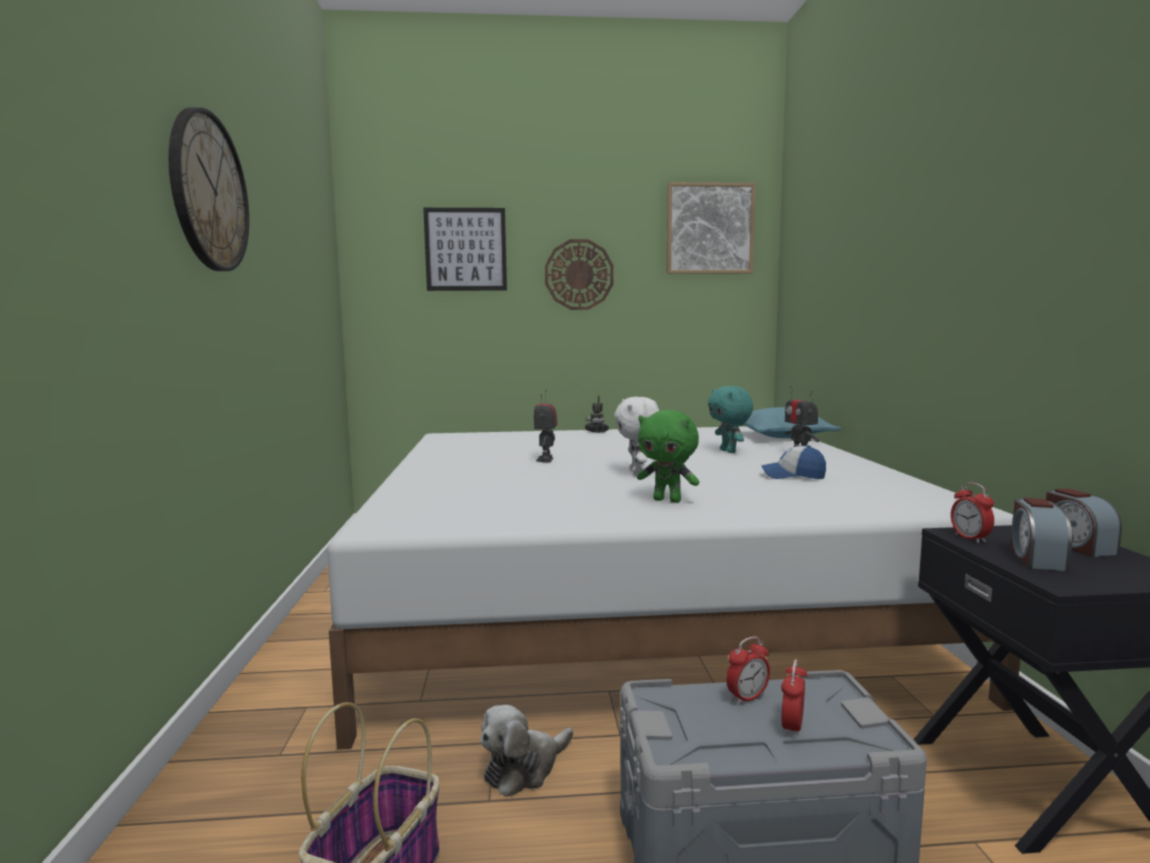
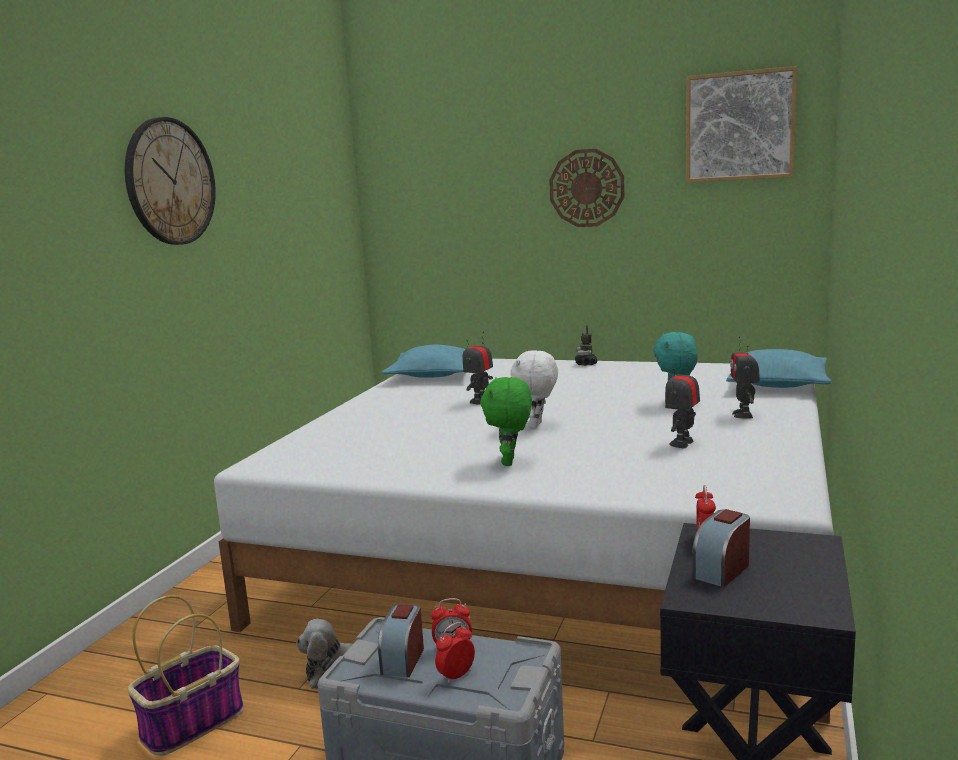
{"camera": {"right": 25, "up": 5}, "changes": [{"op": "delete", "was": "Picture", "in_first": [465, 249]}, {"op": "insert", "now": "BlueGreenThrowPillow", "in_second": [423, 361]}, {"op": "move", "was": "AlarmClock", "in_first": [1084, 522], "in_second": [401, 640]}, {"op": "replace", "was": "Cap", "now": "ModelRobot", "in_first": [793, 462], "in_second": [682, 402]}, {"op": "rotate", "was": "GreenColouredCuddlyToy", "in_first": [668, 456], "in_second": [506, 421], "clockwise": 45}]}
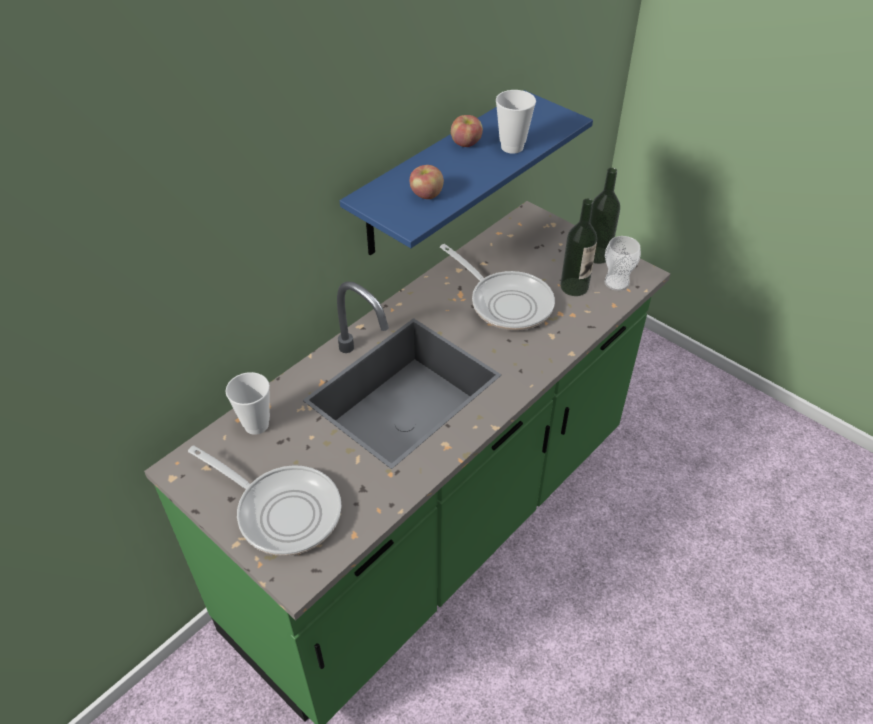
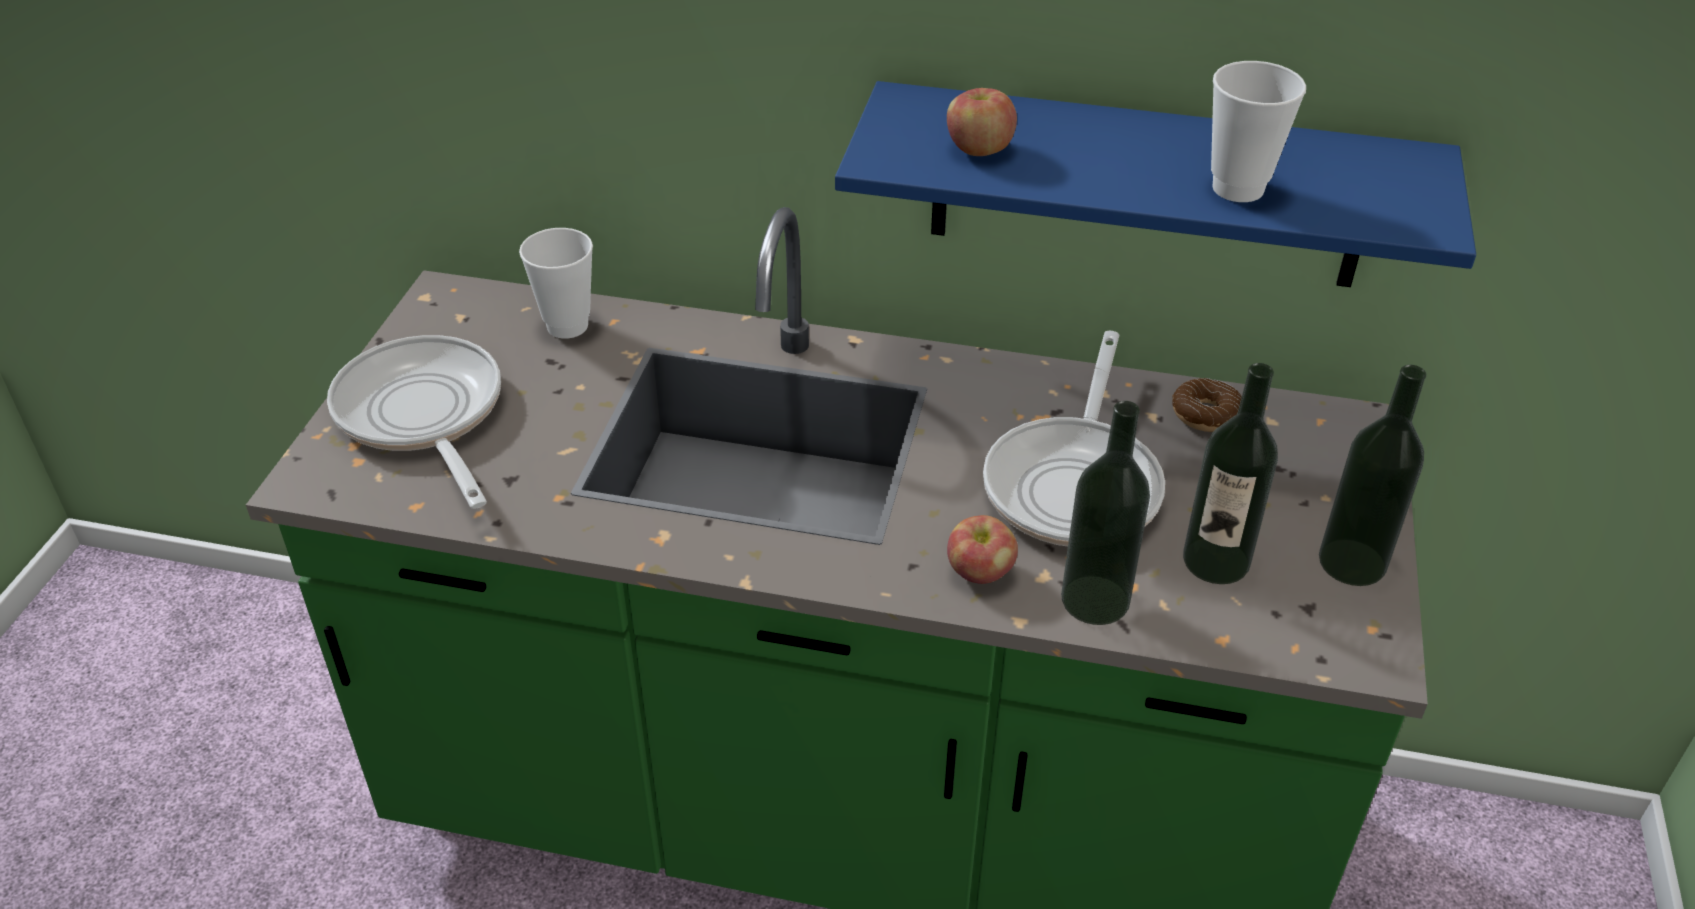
{"camera": {"right": 60, "up": -5}, "changes": [{"op": "delete", "was": "SmallCup", "in_first": [623, 263]}, {"op": "insert", "now": "BeverageBottle", "in_second": [1105, 513]}, {"op": "insert", "now": "Doughnut", "in_second": [1207, 405]}, {"op": "move", "was": "WholeApple", "in_first": [467, 131], "in_second": [982, 549]}, {"op": "rotate", "was": "Skillet", "in_first": [264, 500], "in_second": [414, 422], "clockwise": 150}]}
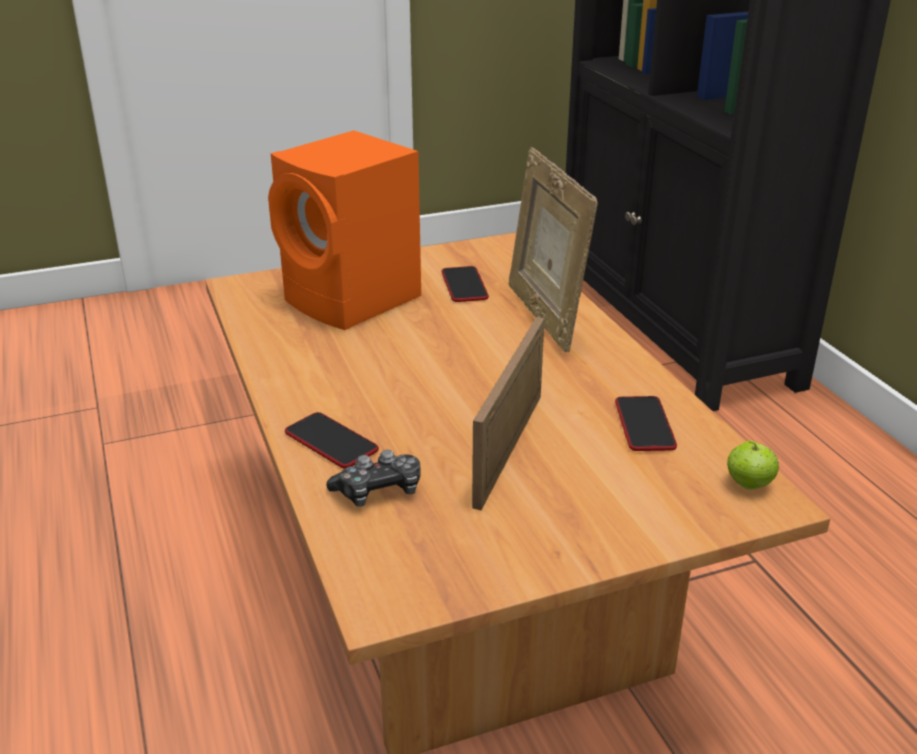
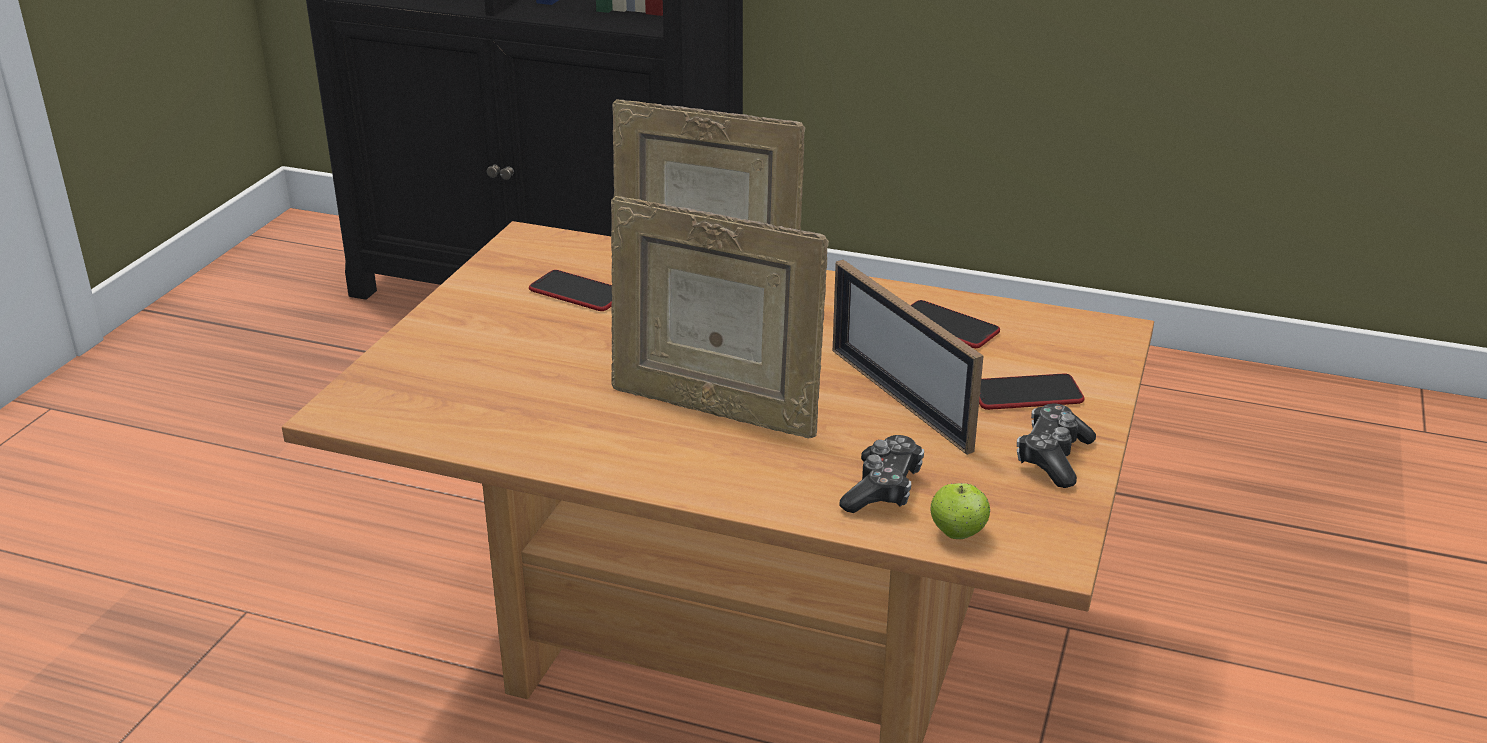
{"camera": {"right": -50, "up": 0}, "changes": [{"op": "delete", "was": "OrangeyLoudspeaker", "in_first": [344, 230]}, {"op": "insert", "now": "StandingFrame", "in_second": [720, 317]}, {"op": "insert", "now": "Joypad", "in_second": [1056, 446]}, {"op": "move", "was": "Phone", "in_first": [332, 440], "in_second": [1031, 391]}, {"op": "move", "was": "WholeApple", "in_first": [753, 465], "in_second": [960, 511]}]}
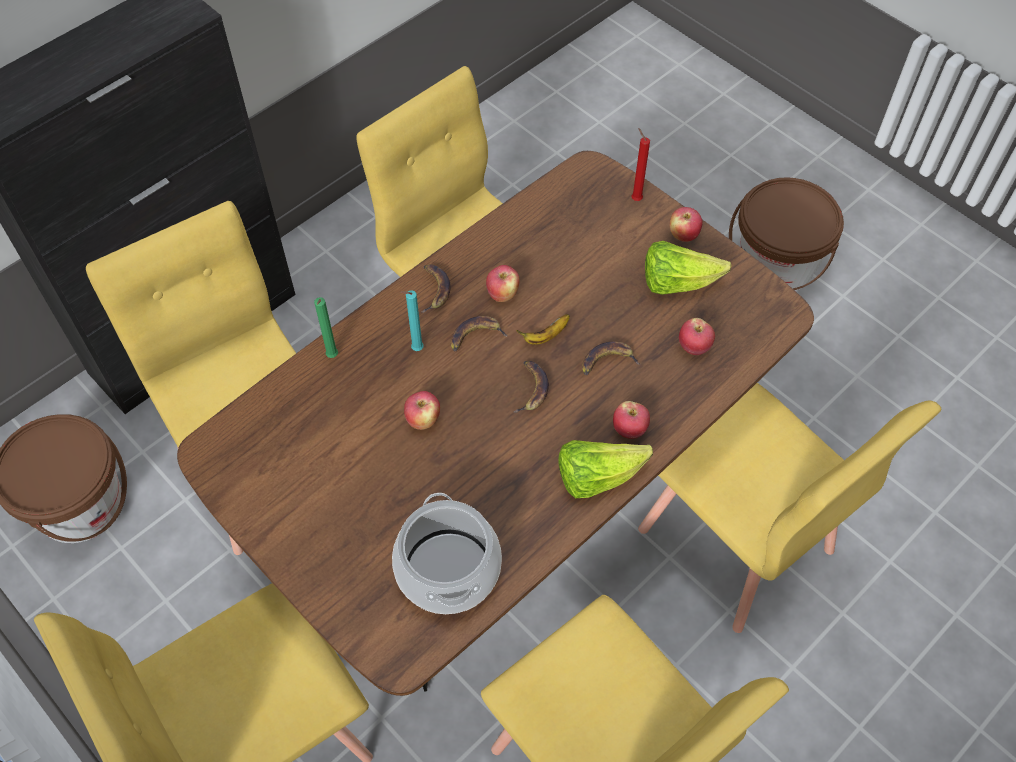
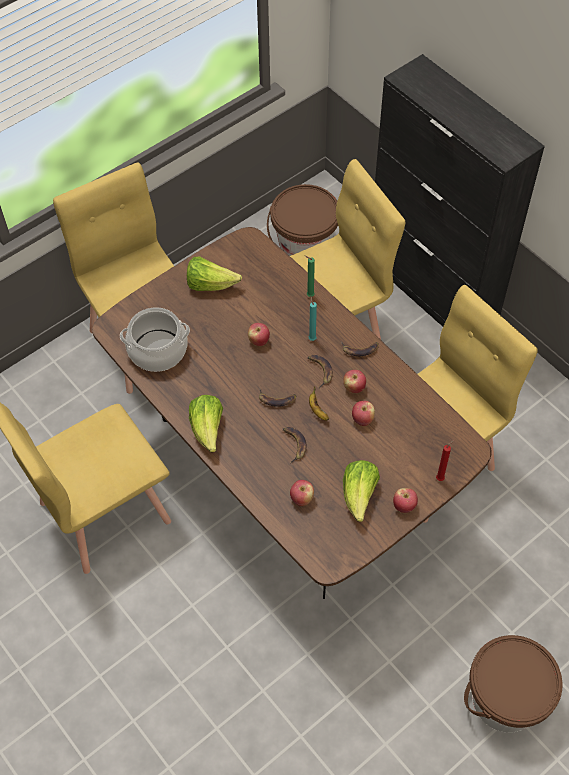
{"camera": {"right": 95, "up": 0}, "changes": [{"op": "delete", "was": "YellowColouredChair", "in_first": [789, 508]}, {"op": "insert", "now": "Lettuce", "in_second": [214, 273]}, {"op": "move", "was": "WholeApple", "in_first": [631, 420], "in_second": [363, 413]}]}
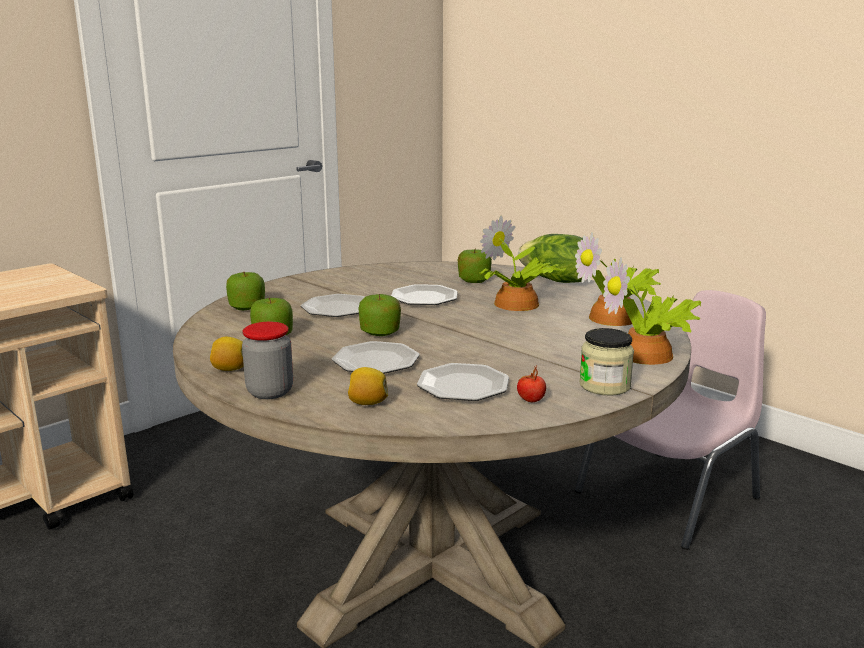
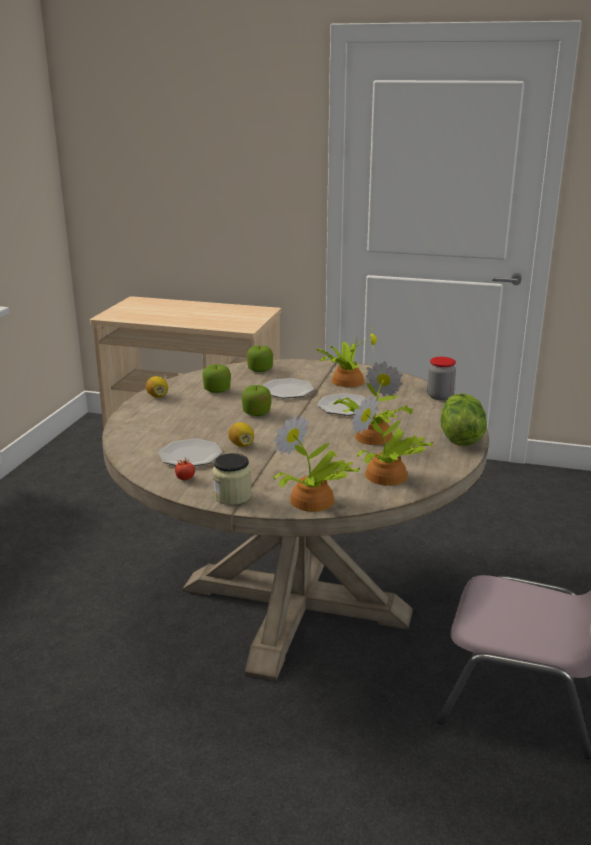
{"camera": {"right": 60, "up": 5}, "changes": [{"op": "delete", "was": "FlatDish", "in_first": [376, 357]}, {"op": "delete", "was": "WholeApple", "in_first": [475, 266]}, {"op": "insert", "now": "PlantInAPot", "in_second": [346, 355]}, {"op": "move", "was": "StorageJar", "in_first": [267, 360], "in_second": [441, 378]}, {"op": "move", "was": "Lemon", "in_first": [368, 386], "in_second": [241, 434]}]}
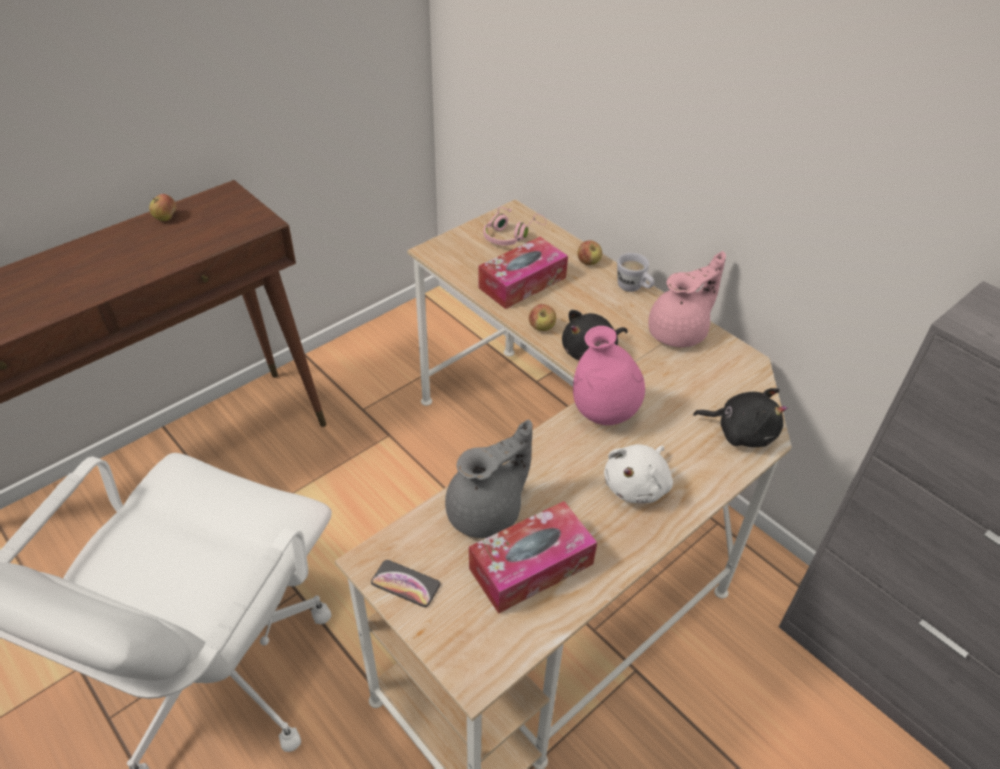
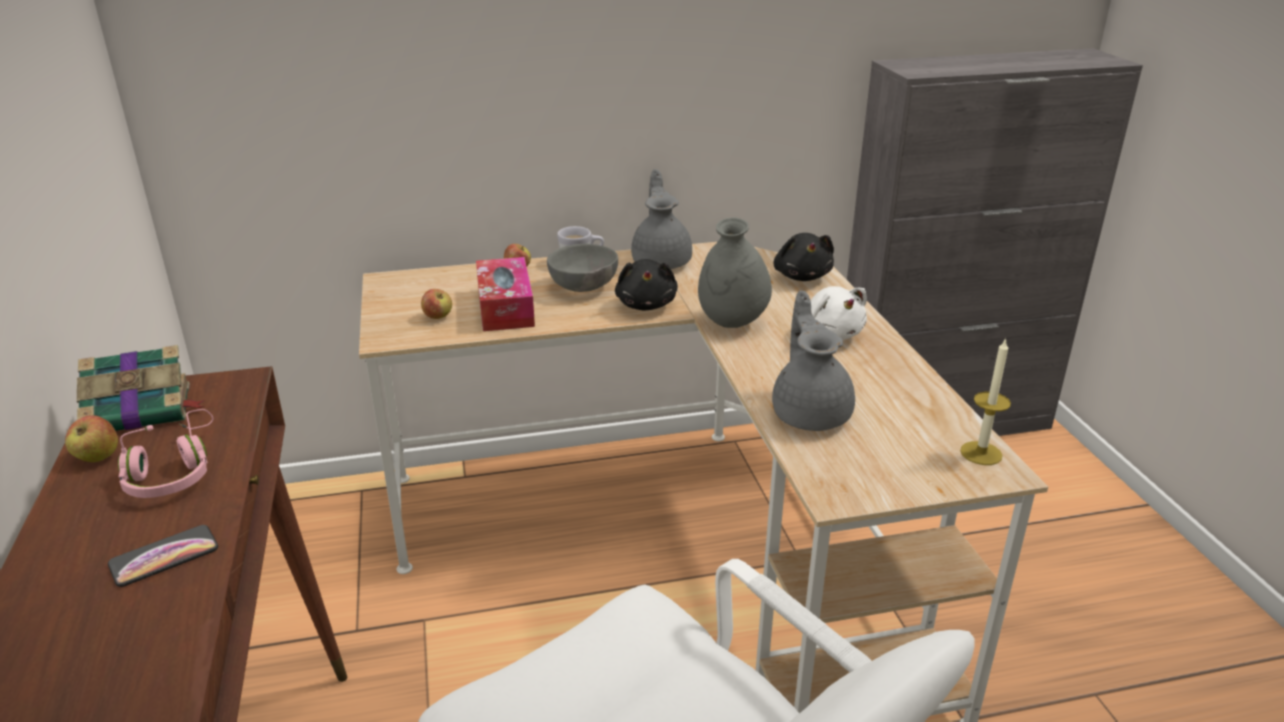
{"camera": {"right": -60, "up": -15}, "changes": [{"op": "delete", "was": "TissueHolder", "in_first": [533, 557]}, {"op": "insert", "now": "BoundBook", "in_second": [141, 388]}, {"op": "insert", "now": "GreyServingBowl", "in_second": [582, 268]}, {"op": "insert", "now": "WaxLight", "in_second": [985, 401]}, {"op": "move", "was": "Phone", "in_first": [405, 583], "in_second": [163, 556]}, {"op": "move", "was": "PinkColouredHeadset", "in_first": [515, 226], "in_second": [165, 453]}, {"op": "move", "was": "WholeApple", "in_first": [542, 317], "in_second": [436, 304]}, {"op": "recolor", "was": "PinkColouredDecorativeVase", "now": "GreyDecorativeVase", "in_first": [609, 375], "in_second": [735, 273]}, {"op": "recolor", "was": "PinkColouredPotForTea", "now": "GreyPotForTea", "in_first": [687, 299], "in_second": [661, 219]}, {"op": "rotate", "was": "BlackishCuddlyToy", "in_first": [740, 417], "in_second": [804, 257], "clockwise": 120}]}
